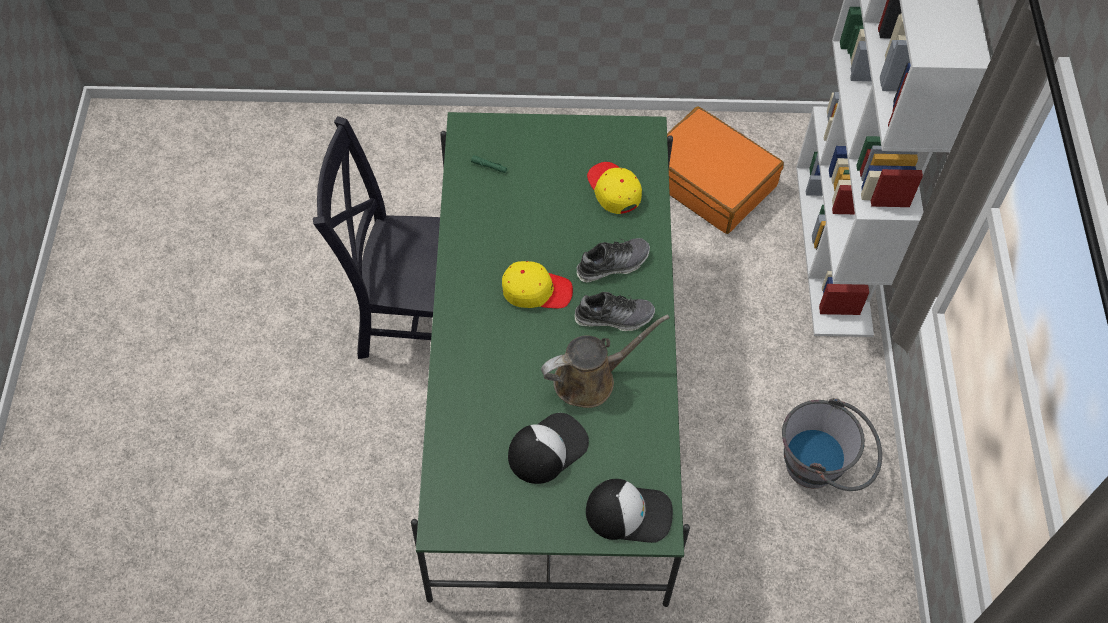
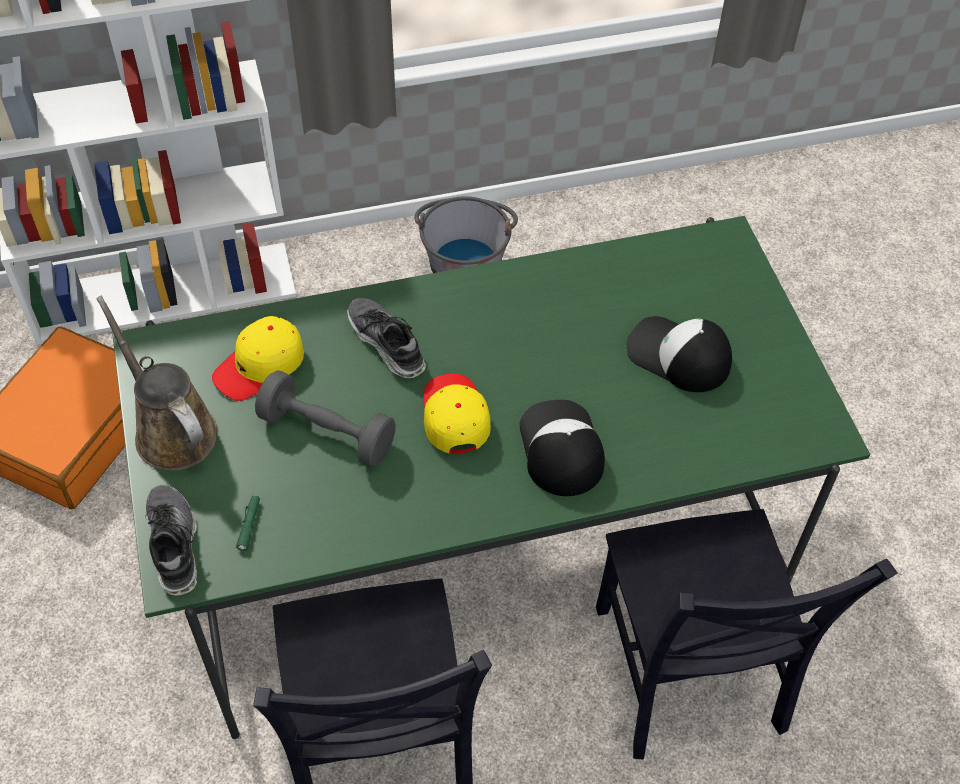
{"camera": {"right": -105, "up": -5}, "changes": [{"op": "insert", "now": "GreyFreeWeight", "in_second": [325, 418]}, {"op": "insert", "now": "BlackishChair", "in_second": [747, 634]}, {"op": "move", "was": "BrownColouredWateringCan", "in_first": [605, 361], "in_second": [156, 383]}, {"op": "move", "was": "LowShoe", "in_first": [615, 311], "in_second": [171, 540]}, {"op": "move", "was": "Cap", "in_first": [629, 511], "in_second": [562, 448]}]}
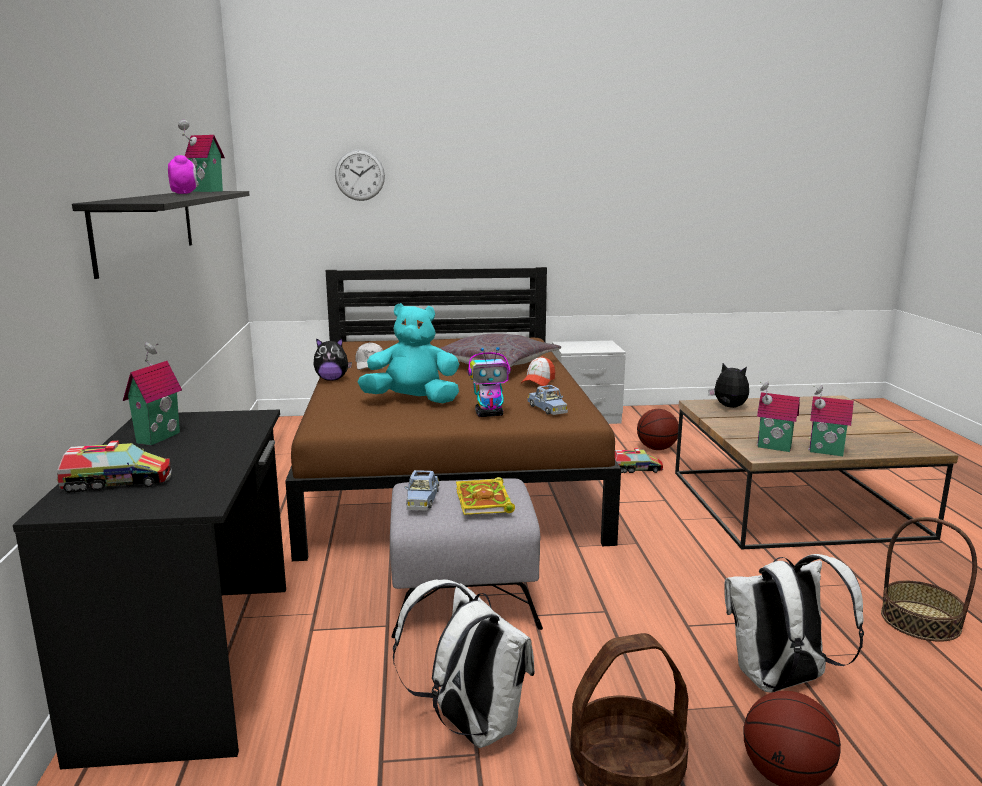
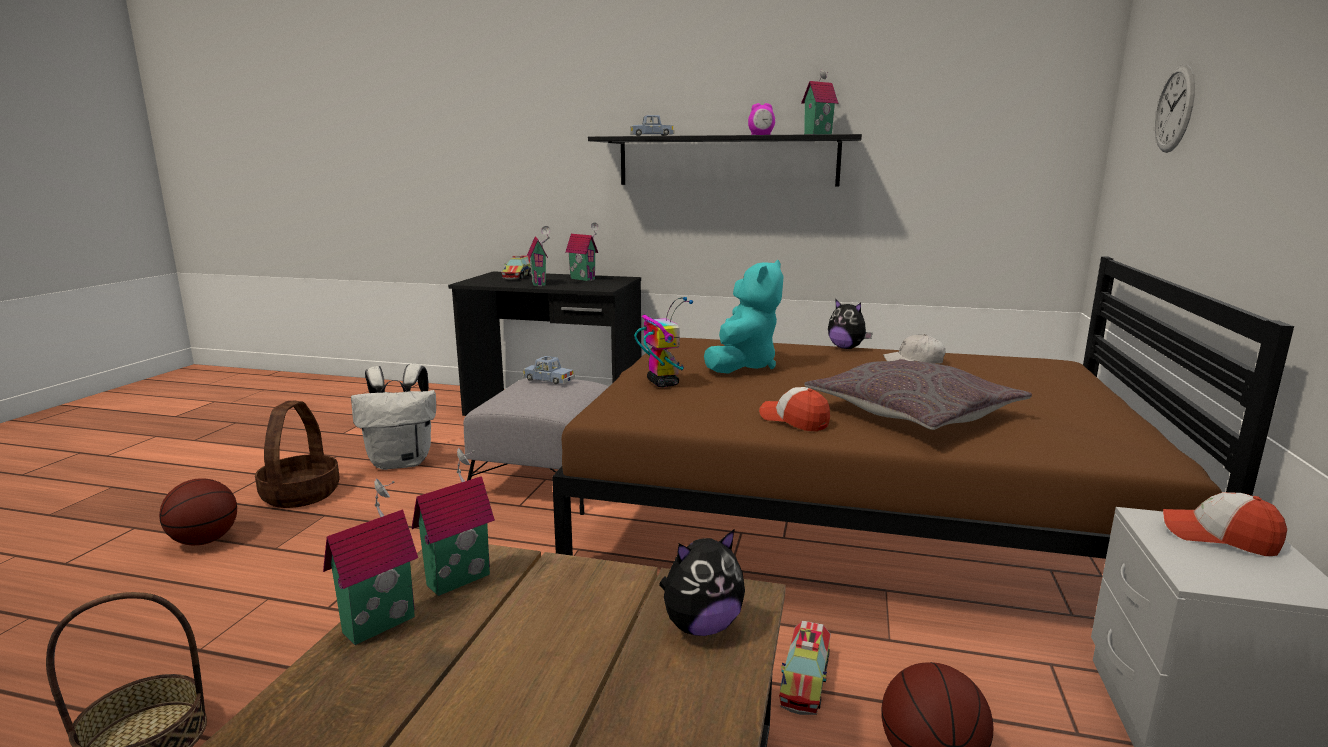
{"camera": {"right": 110, "up": 0}, "changes": [{"op": "delete", "was": "BoundBook", "in_first": [485, 496]}, {"op": "delete", "was": "WhiteRucksack", "in_first": [794, 623]}, {"op": "insert", "now": "ModelHouse", "in_second": [539, 256]}, {"op": "insert", "now": "Cap", "in_second": [1225, 524]}, {"op": "move", "was": "BlueMiniatureCar", "in_first": [547, 400], "in_second": [652, 125]}, {"op": "rotate", "was": "CuddlyToy", "in_first": [332, 359], "in_second": [850, 324], "clockwise": -60}, {"op": "rotate", "was": "ModelRobot", "in_first": [489, 382], "in_second": [663, 342], "clockwise": 150}]}
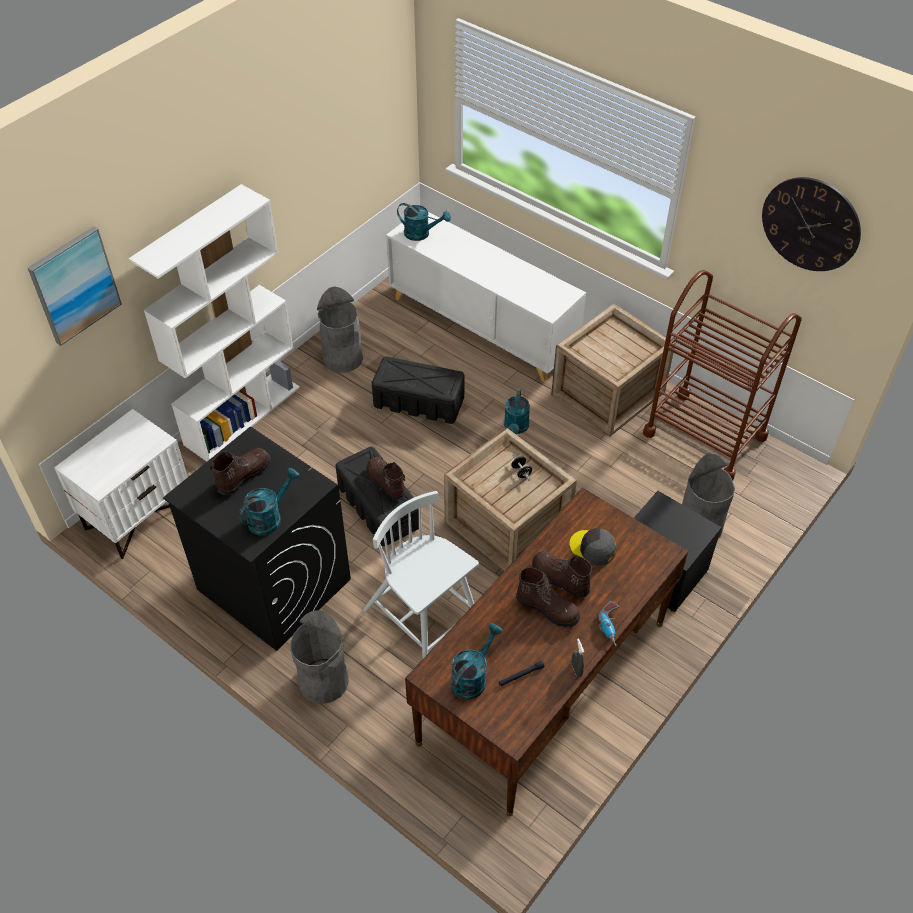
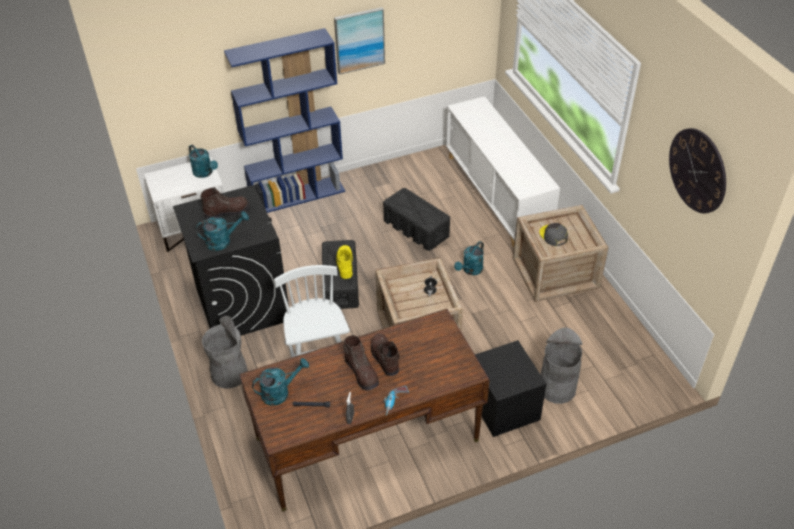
{"camera": {"right": 30, "up": -5}, "changes": [{"op": "delete", "was": "GreyTrashCan", "in_first": [340, 330]}, {"op": "delete", "was": "BrownColouredCart", "in_first": [722, 375]}, {"op": "move", "was": "Picture", "in_first": [75, 286], "in_second": [359, 41]}, {"op": "move", "was": "BlueGreenWateringCan", "in_first": [424, 222], "in_second": [203, 161]}, {"op": "move", "was": "GreyCap", "in_first": [593, 547], "in_second": [553, 234]}, {"op": "recolor", "was": "WhiteBookshelf", "now": "BlueBookshelf", "in_first": [214, 323], "in_second": [284, 120]}, {"op": "recolor", "was": "BrownColouredTallBoot", "now": "YellowColouredTallBoot", "in_first": [386, 478], "in_second": [344, 262]}]}
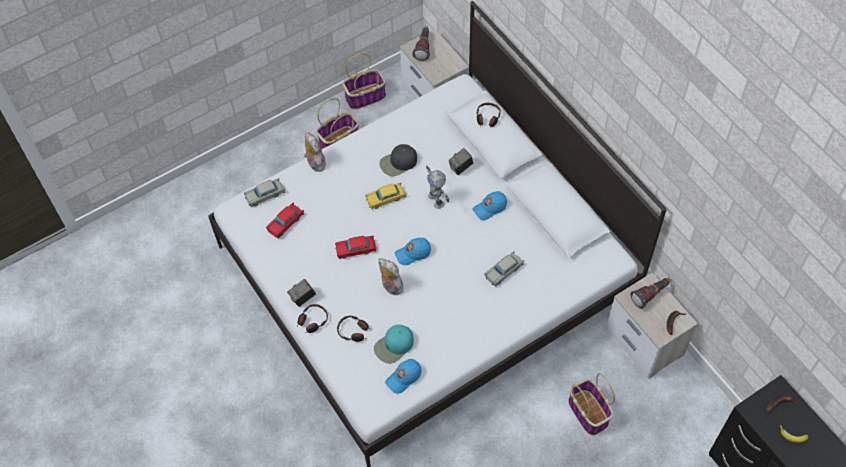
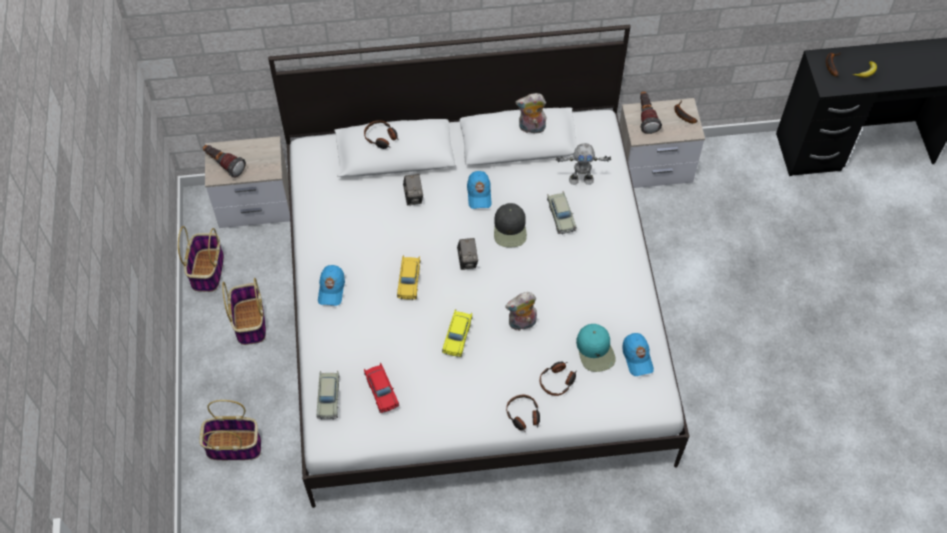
{"camera": {"right": -65, "up": 0}, "changes": [{"op": "move", "was": "PhotoCamera", "in_first": [301, 293], "in_second": [467, 254]}, {"op": "move", "was": "CuddlyToy", "in_first": [316, 152], "in_second": [531, 114]}, {"op": "move", "was": "BlackishCap", "in_first": [398, 160], "in_second": [510, 225]}, {"op": "move", "was": "BlueCap", "in_first": [413, 251], "in_second": [331, 285]}, {"op": "move", "was": "ModelRobot", "in_first": [437, 187], "in_second": [583, 164]}, {"op": "move", "was": "Basket", "in_first": [592, 404], "in_second": [230, 430]}, {"op": "recolor", "was": "RedMiniatureCar", "now": "YellowColouredMiniatureCar", "in_first": [355, 247], "in_second": [457, 333]}]}
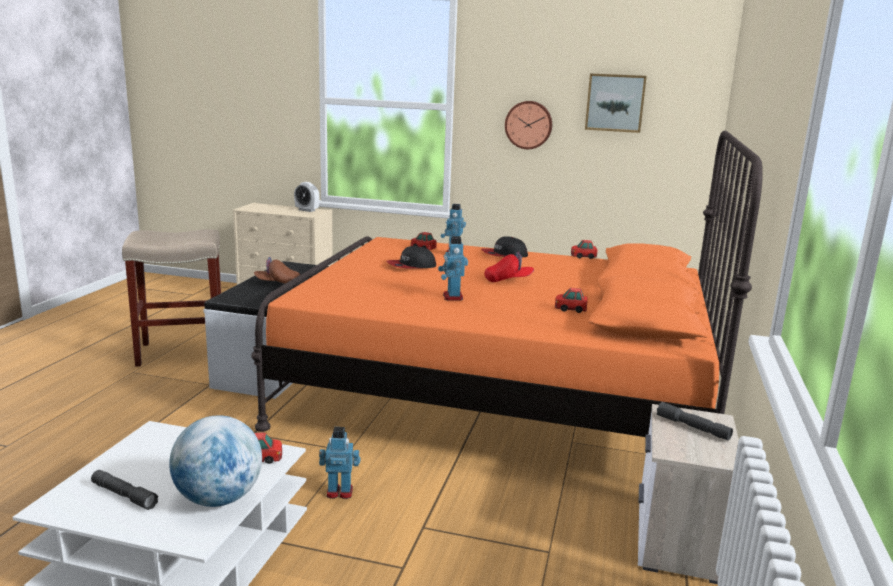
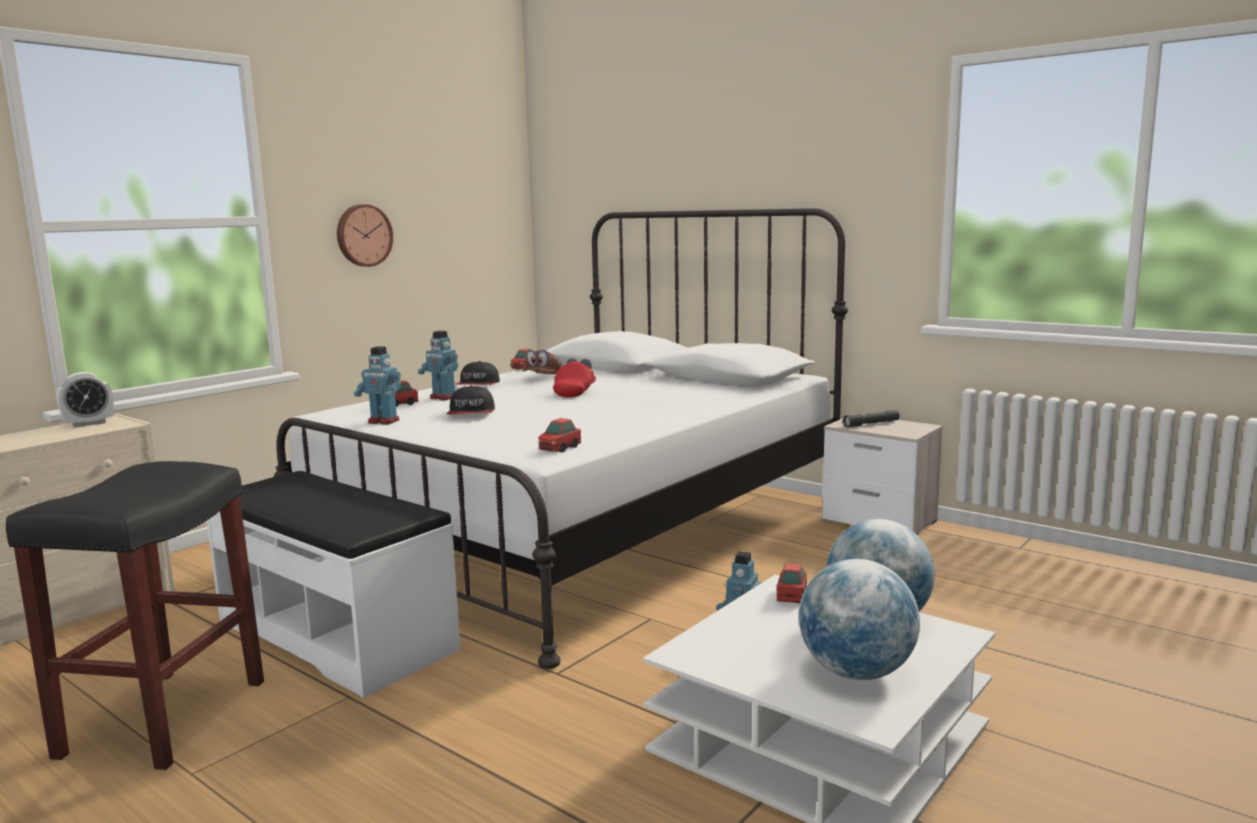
{"camera": {"right": -65, "up": -5}, "changes": [{"op": "delete", "was": "Picture", "in_first": [616, 103]}, {"op": "move", "was": "BrownColouredCap", "in_first": [277, 270], "in_second": [542, 361]}, {"op": "move", "was": "ModelRobot", "in_first": [453, 268], "in_second": [377, 385]}, {"op": "move", "was": "MiniatureCar", "in_first": [571, 300], "in_second": [560, 435]}, {"op": "replace", "was": "GreyFlashlight", "now": "DeskGlobe", "in_first": [124, 490], "in_second": [859, 619]}, {"op": "recolor", "was": "BeigeStoolSeat", "now": "BlackishStoolSeat", "in_first": [171, 298], "in_second": [135, 615]}, {"op": "recolor", "was": "OrangeyBedroomBed", "now": "WhiteBedroomBed", "in_first": [507, 284], "in_second": [561, 438]}]}
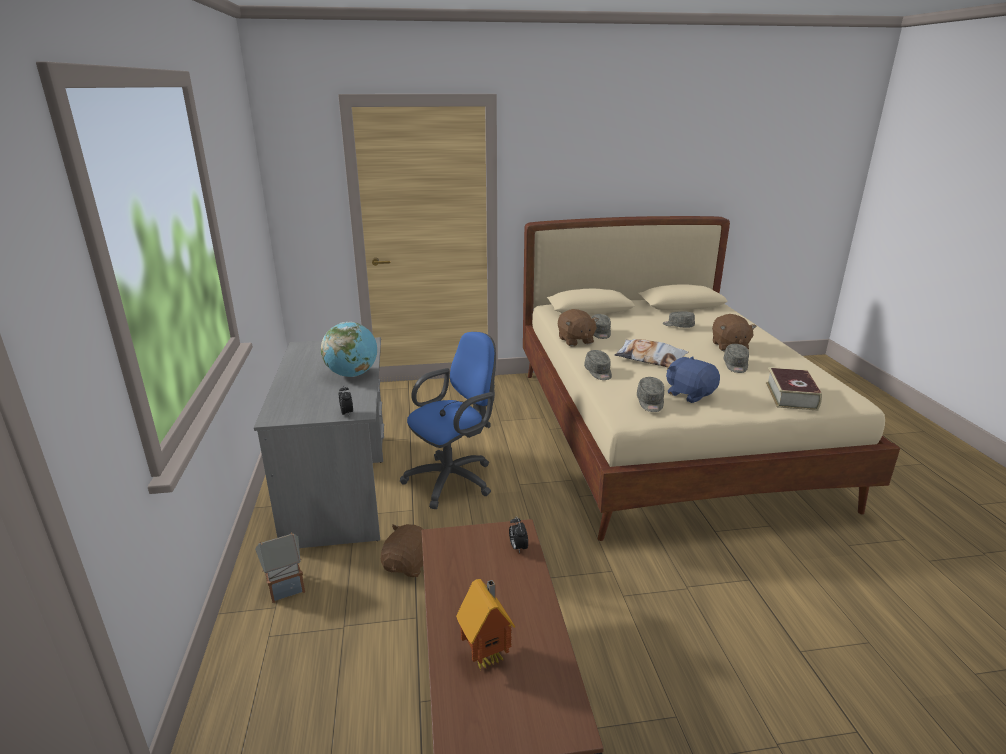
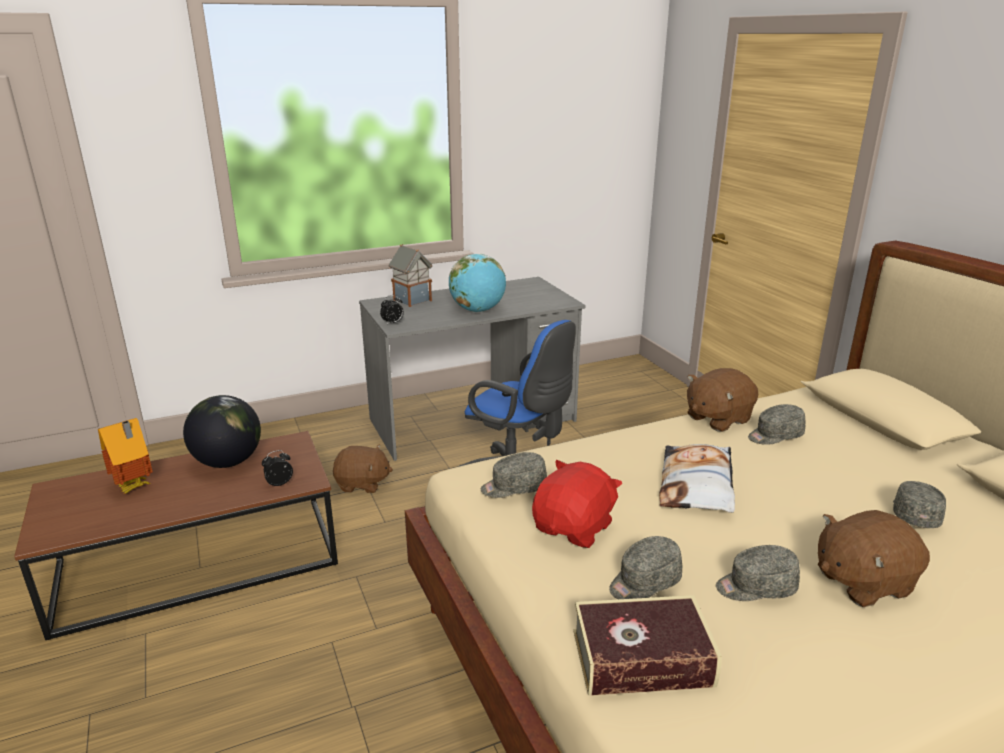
{"camera": {"right": 75, "up": 0}, "changes": [{"op": "insert", "now": "DeskGlobe", "in_second": [222, 431]}, {"op": "move", "was": "ModelHouse", "in_first": [280, 568], "in_second": [410, 275]}, {"op": "move", "was": "GreyCap", "in_first": [598, 365], "in_second": [645, 567]}, {"op": "recolor", "was": "BlueCuddlyToy", "now": "RedCuddlyToy", "in_first": [693, 380], "in_second": [577, 504]}]}
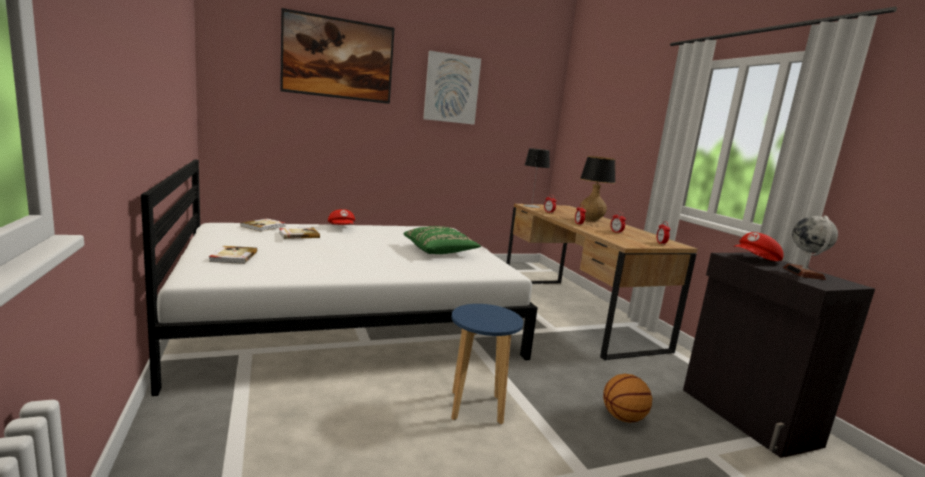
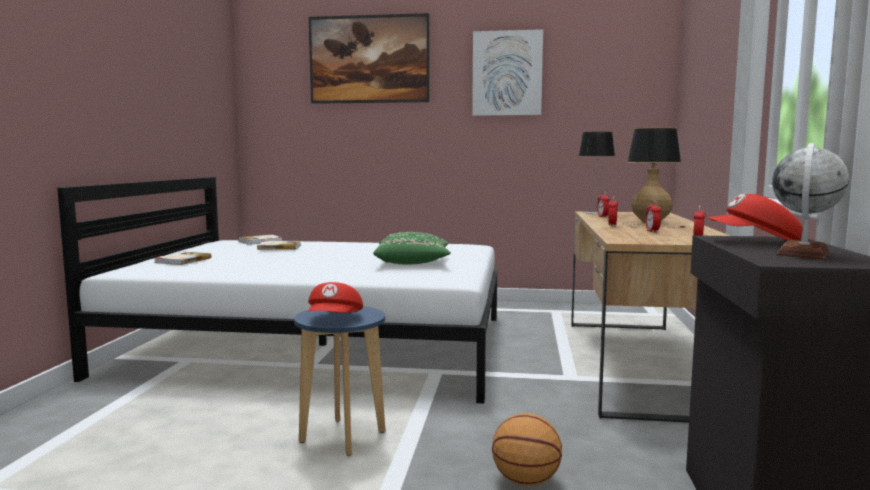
{"camera": {"right": 30, "up": -5}, "changes": [{"op": "move", "was": "RedCap", "in_first": [341, 217], "in_second": [335, 297]}]}
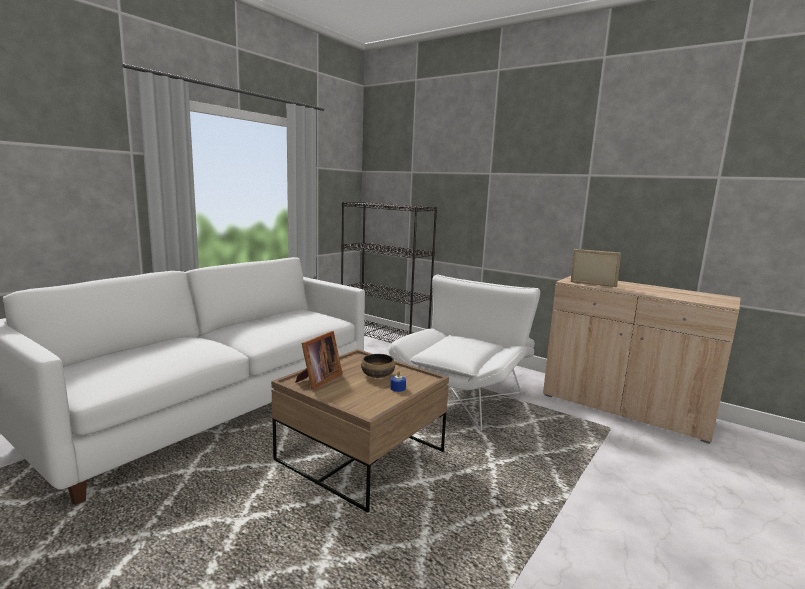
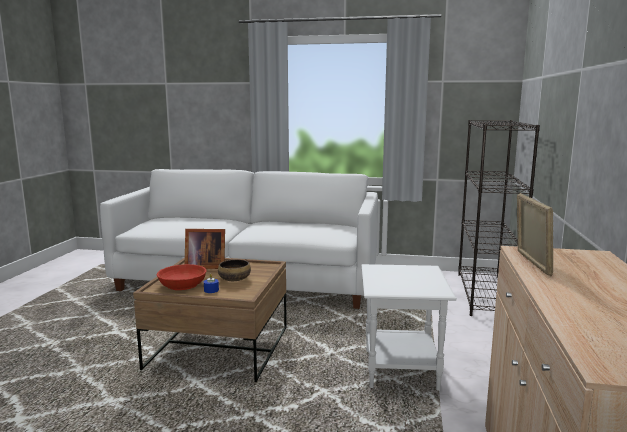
{"camera": {"right": 65, "up": 0}, "changes": [{"op": "insert", "now": "RedServingBowl", "in_second": [182, 277]}, {"op": "replace", "was": "WhiteEasyChair", "now": "WhiteSideTable", "in_first": [464, 352], "in_second": [409, 327]}]}
